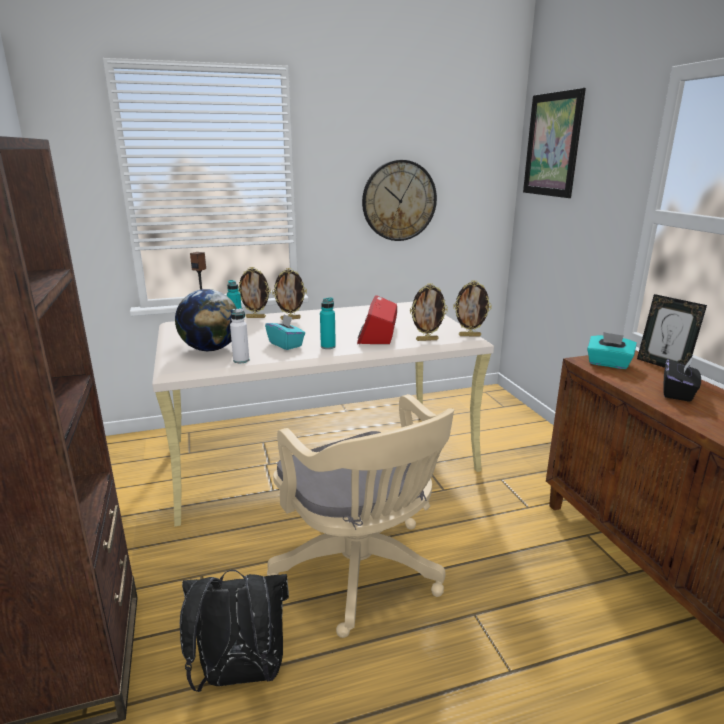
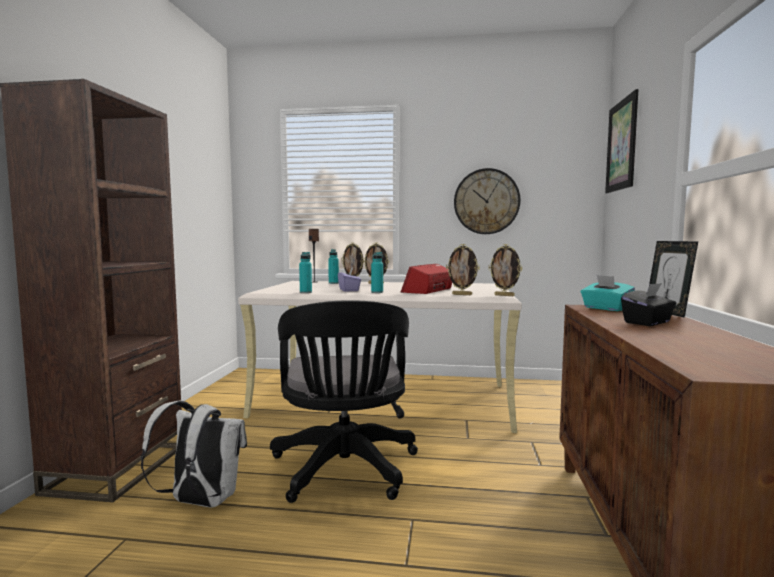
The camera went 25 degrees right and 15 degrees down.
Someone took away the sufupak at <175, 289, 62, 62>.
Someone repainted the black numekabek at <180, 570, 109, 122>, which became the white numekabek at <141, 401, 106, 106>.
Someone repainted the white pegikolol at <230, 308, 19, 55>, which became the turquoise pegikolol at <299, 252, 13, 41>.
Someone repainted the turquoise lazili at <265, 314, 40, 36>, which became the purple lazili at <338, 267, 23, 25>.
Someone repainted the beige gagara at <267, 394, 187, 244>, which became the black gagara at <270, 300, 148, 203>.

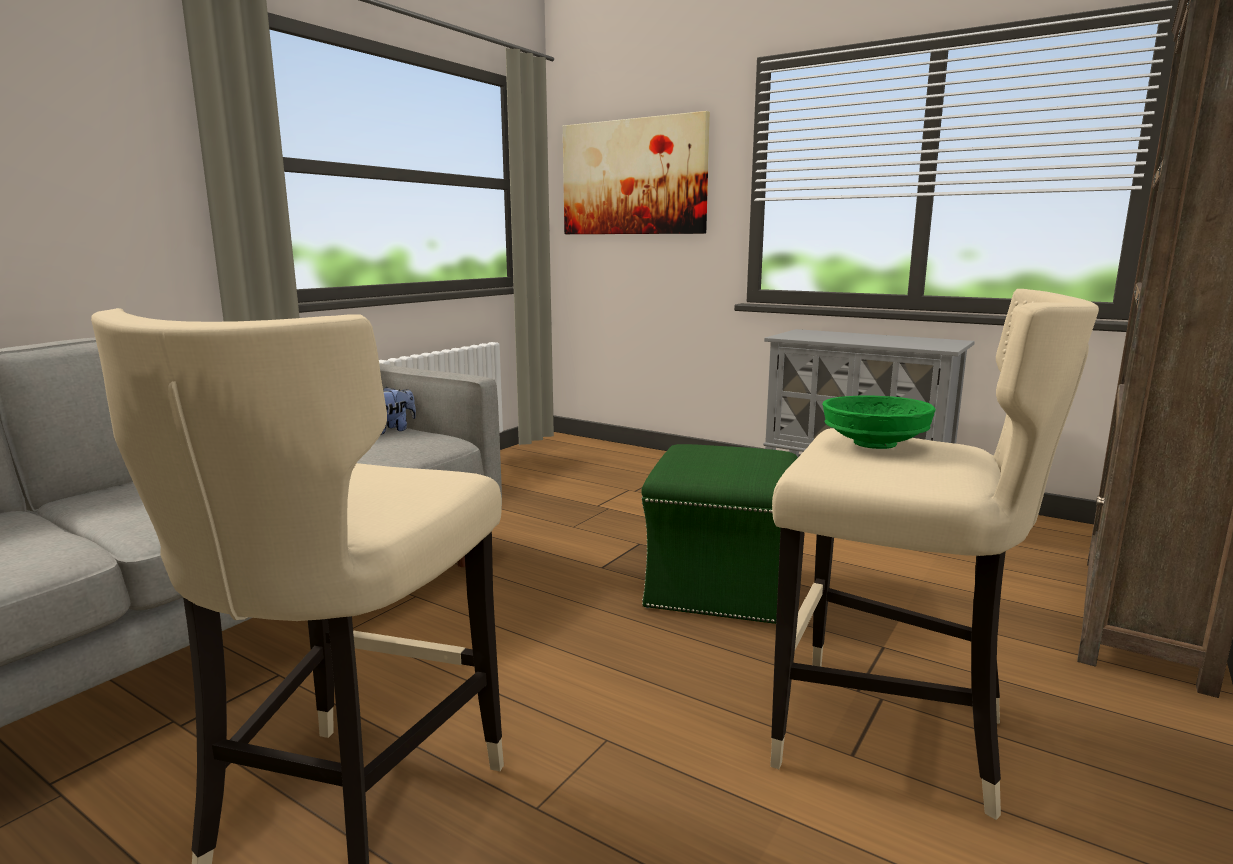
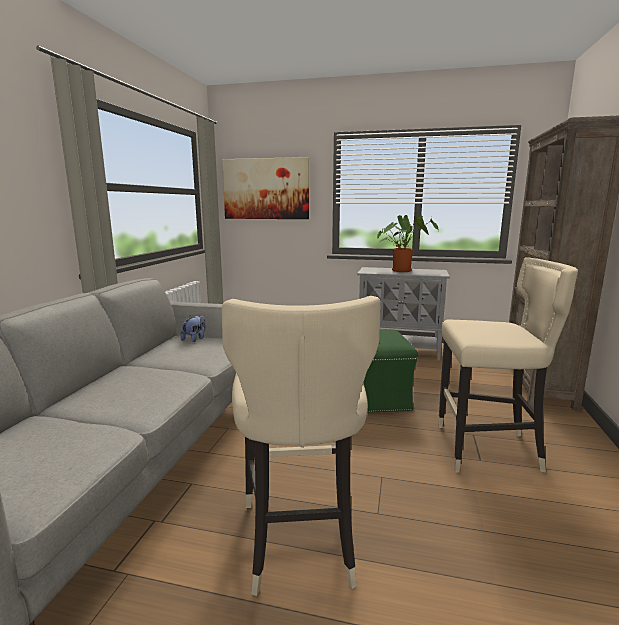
The camera went 20 degrees left and 0 degrees up.
Someone took away the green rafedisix at <822, 395, 114, 54>.
Someone put down the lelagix at <377, 215, 61, 57>.

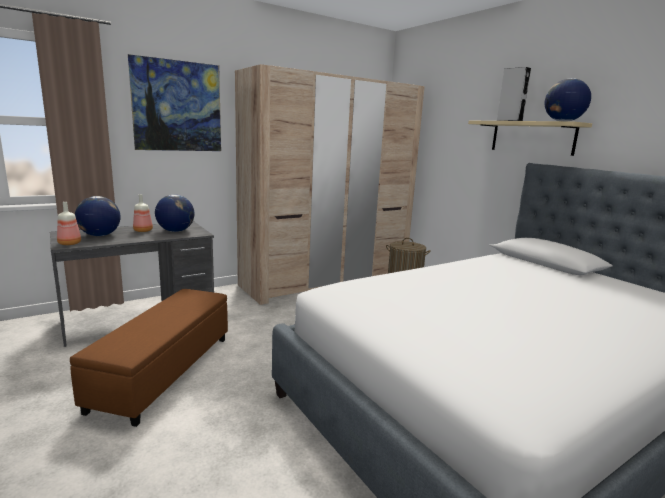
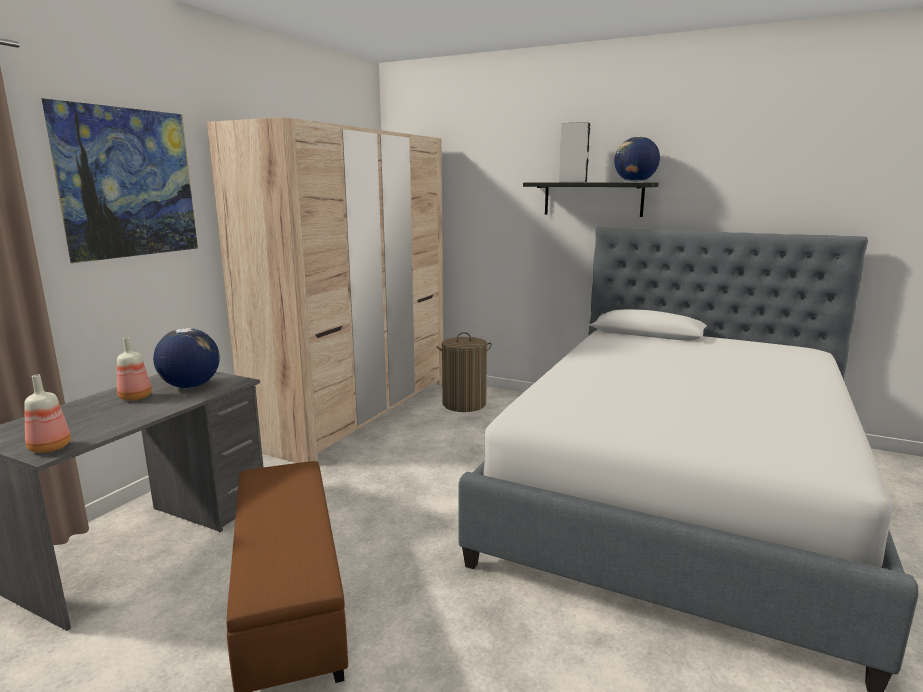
The camera went 30 degrees left and 0 degrees up.
Someone took away the sufupak at <75, 196, 46, 40>.
Someone repainted the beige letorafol at <468, 121, 124, 35>, which became the black letorafol at <523, 182, 136, 35>.

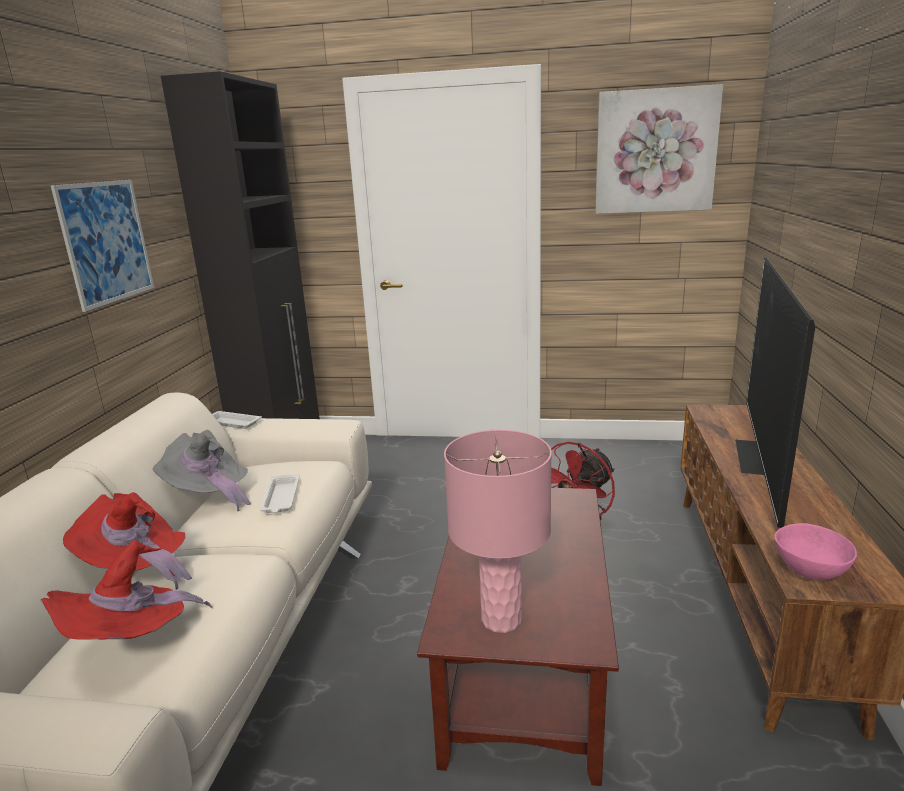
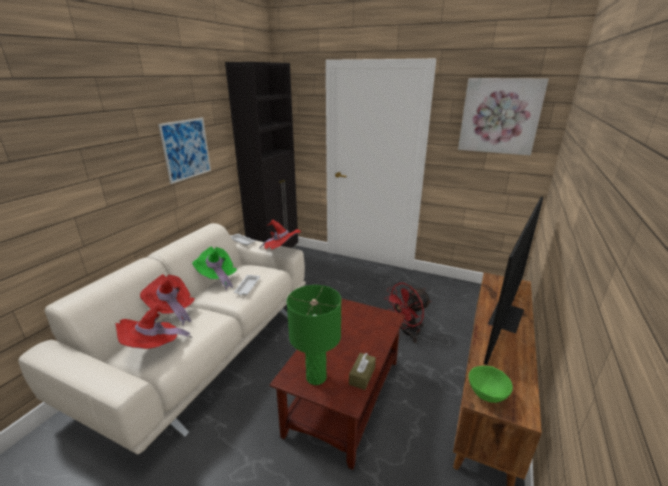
The camera went 15 degrees right and 5 degrees up.
Someone repainted the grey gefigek at <153, 430, 98, 81>, which became the green gefigek at <192, 246, 45, 44>.
Someone repainted the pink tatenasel at <444, 430, 108, 203>, which became the green tatenasel at <287, 285, 54, 100>.
Someone repainted the pink rafedisix at <775, 523, 82, 57>, which became the green rafedisix at <469, 366, 44, 37>.
Someone put down the red gefigek at <259, 220, 42, 30>.
Someone put down the brown lazili at <349, 353, 27, 37>.

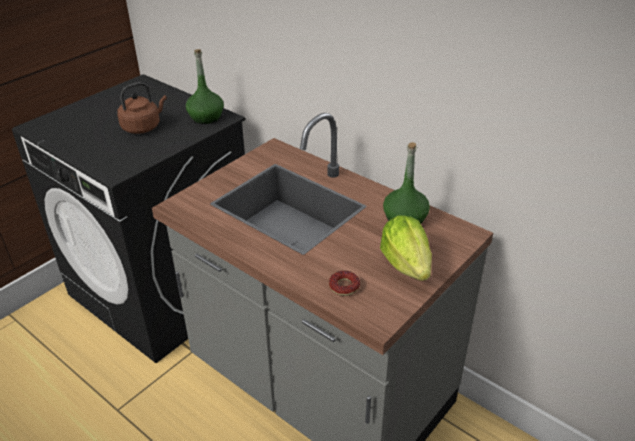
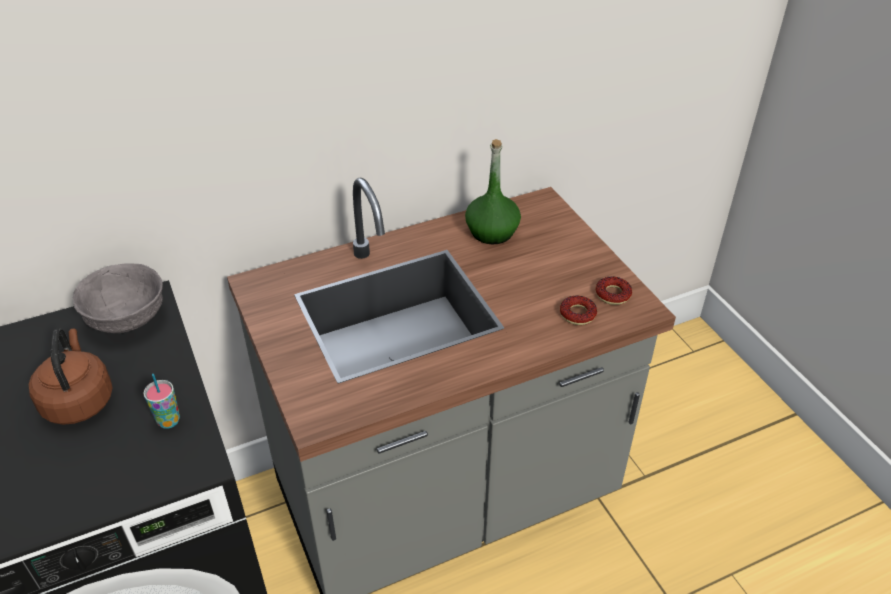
The camera went 65 degrees left and 5 degrees up.
Someone swapped the green pegikolol at <186, 49, 38, 75> for the grey rafedisix at <73, 263, 90, 70>.
Someone took away the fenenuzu at <380, 215, 52, 66>.
Someone put down the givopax at <143, 374, 37, 55>.
Someone put down the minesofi at <595, 276, 37, 29>.

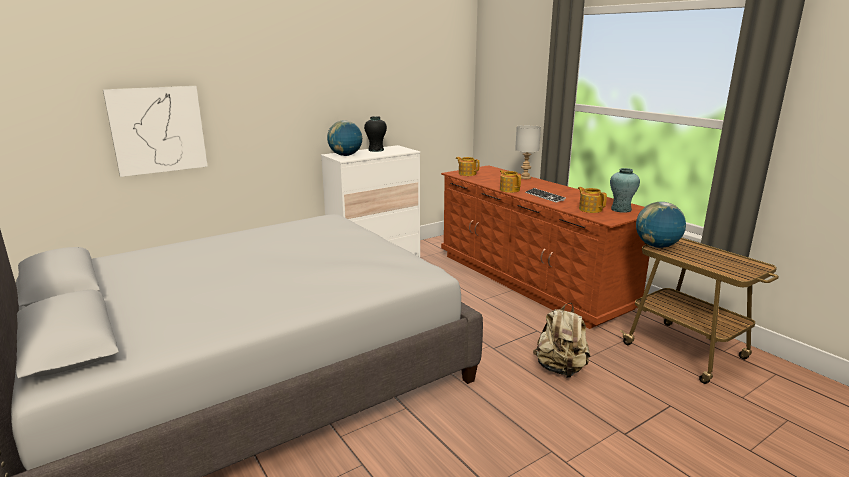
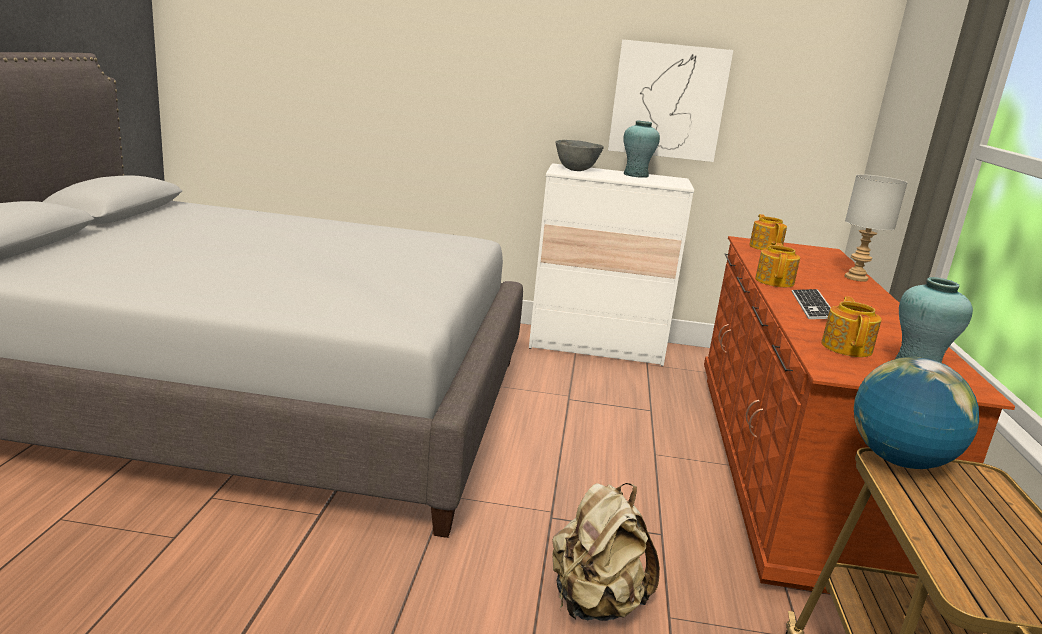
The camera went 40 degrees right and 0 degrees up.
Someone carried the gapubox from <103, 86, 105, 91> to <608, 39, 126, 123>.
Someone swapped the sufupak at <327, 120, 35, 36> for the grey rafedisix at <556, 140, 48, 31>.
Someone repainted the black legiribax at <364, 116, 23, 36>, which became the turquoise legiribax at <623, 120, 37, 58>.

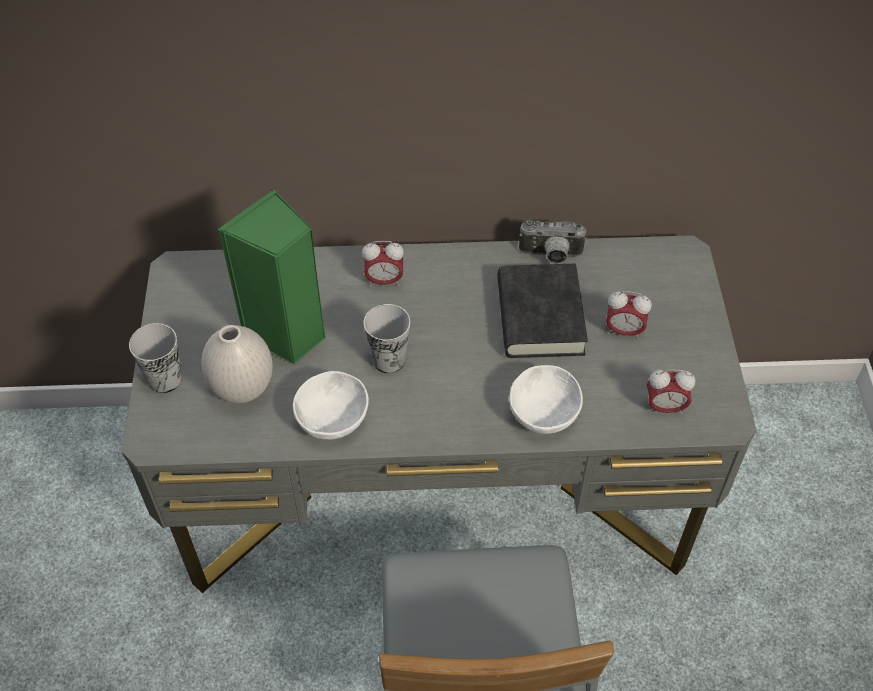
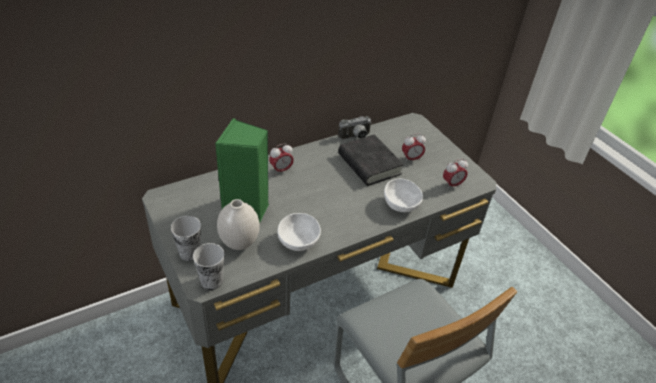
The camera went 30 degrees left and 10 degrees down.
Someone carried the givopax from <364, 304, 46, 69> to <193, 243, 31, 47>.

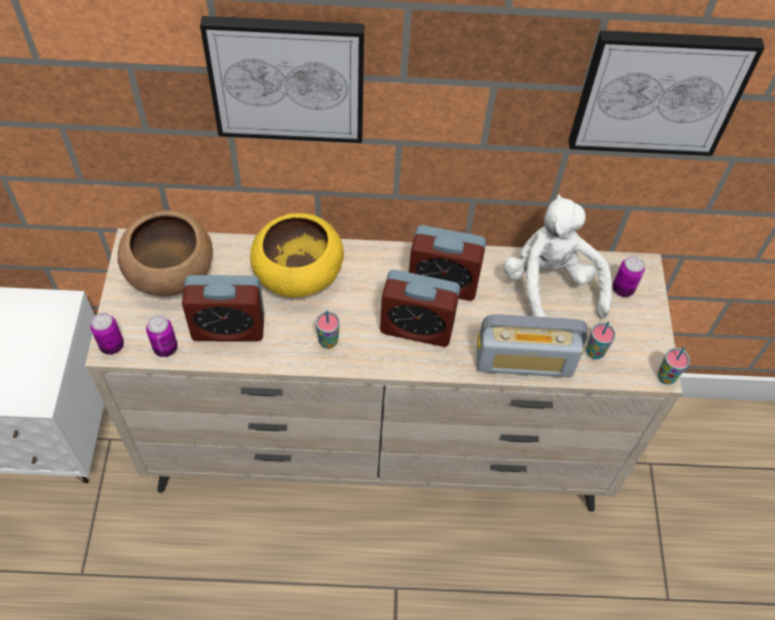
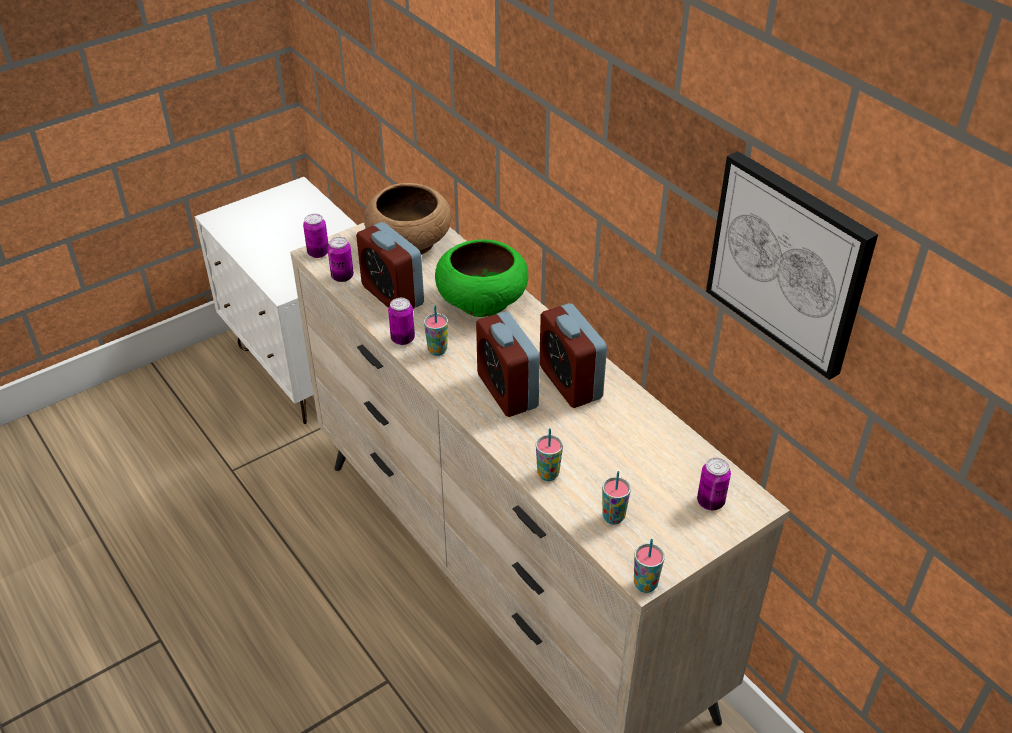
The camera went 55 degrees right and 15 degrees down.
Someone took away the gapubox at <200, 16, 164, 127>.
Someone repainted the yellow rafedisix at <250, 213, 94, 85>, which became the green rafedisix at <435, 239, 93, 78>.
Someone swapped the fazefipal at <477, 314, 111, 63> for the givopax at <536, 428, 27, 53>.
Someone took away the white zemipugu at <503, 195, 109, 124>.
Someone put down the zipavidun at <388, 298, 27, 47>.

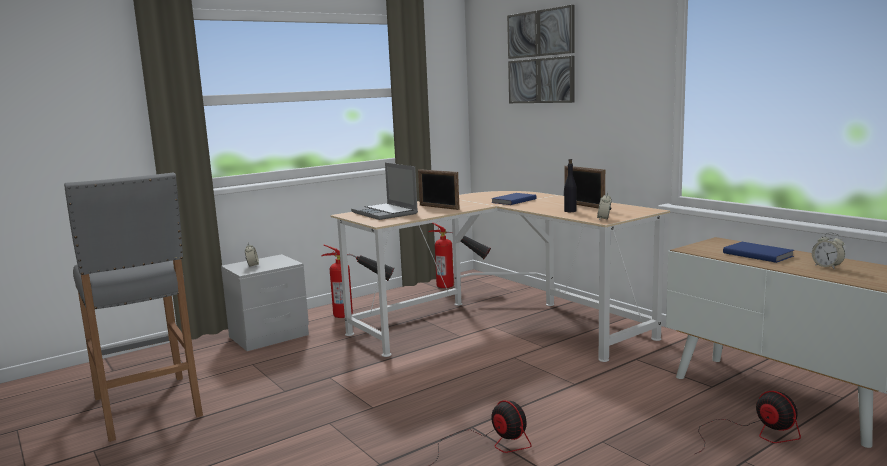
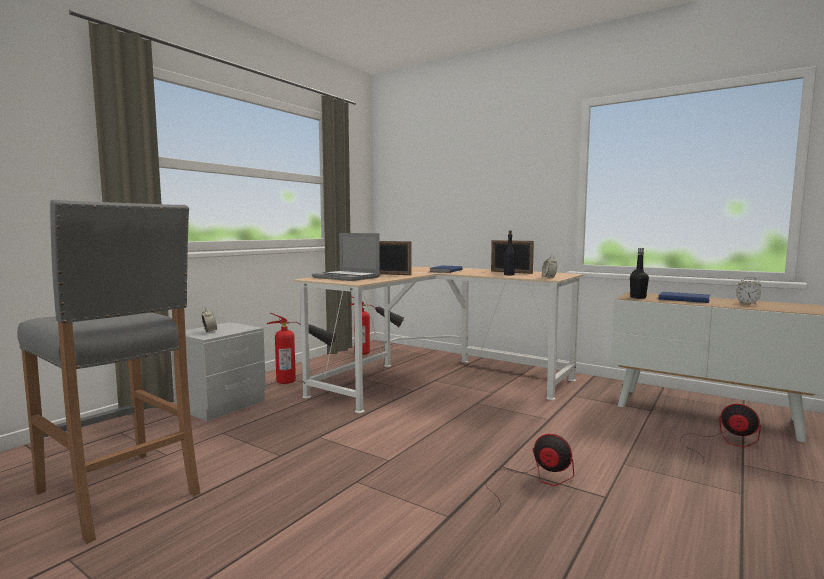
The camera went 20 degrees left and 5 degrees down.
Someone took away the gapubox at <507, 5, 67, 98>.
Someone put down the black pegikolol at <630, 248, 19, 51>.

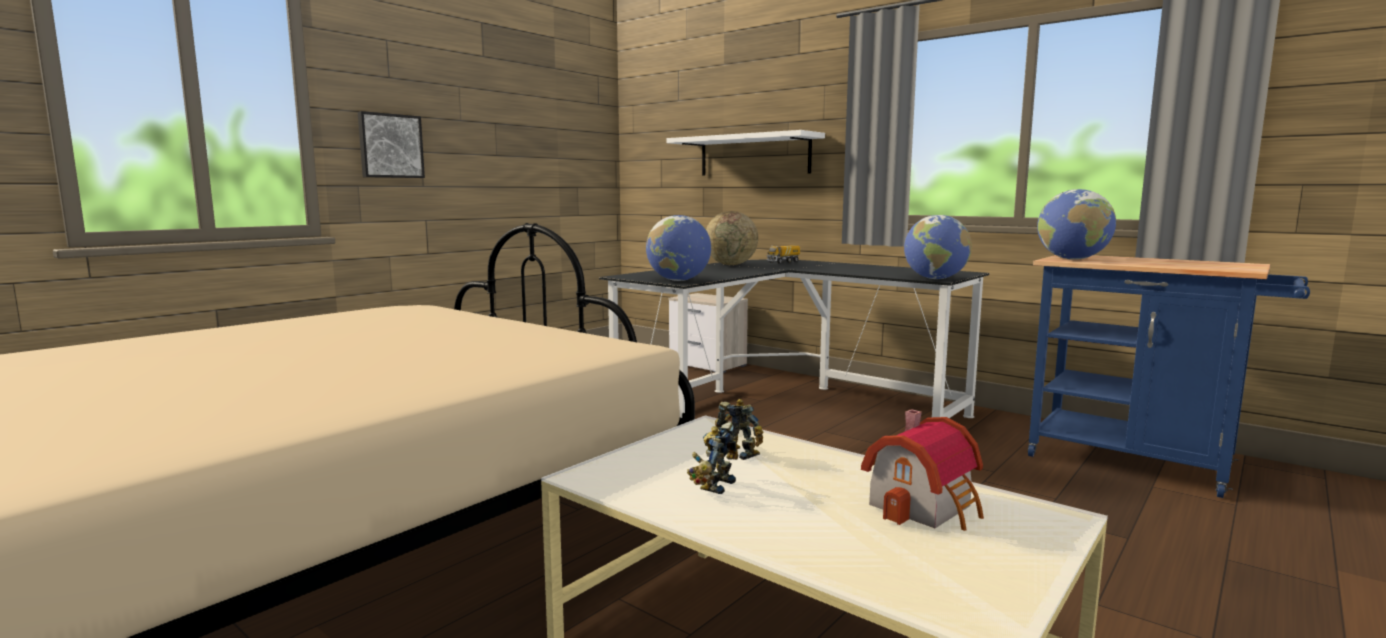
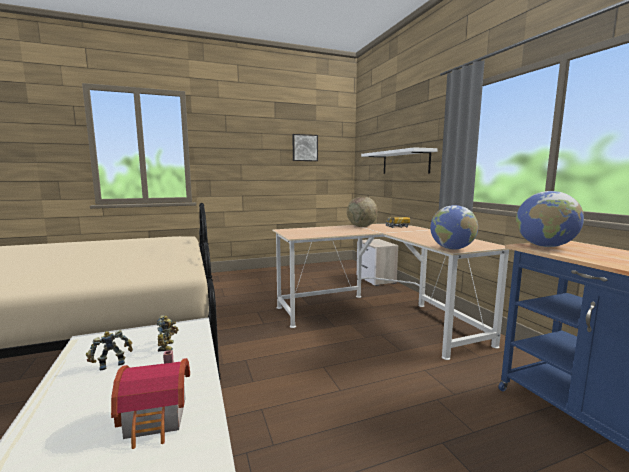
The camera went 30 degrees right and 0 degrees up.
Someone carried the gapubox from <358, 111, 67, 67> to <293, 134, 25, 27>.
Someone repainted the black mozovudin at <599, 260, 390, 158>, which became the beige mozovudin at <272, 224, 238, 136>.
Someone took away the sufupak at <646, 215, 65, 66>.

